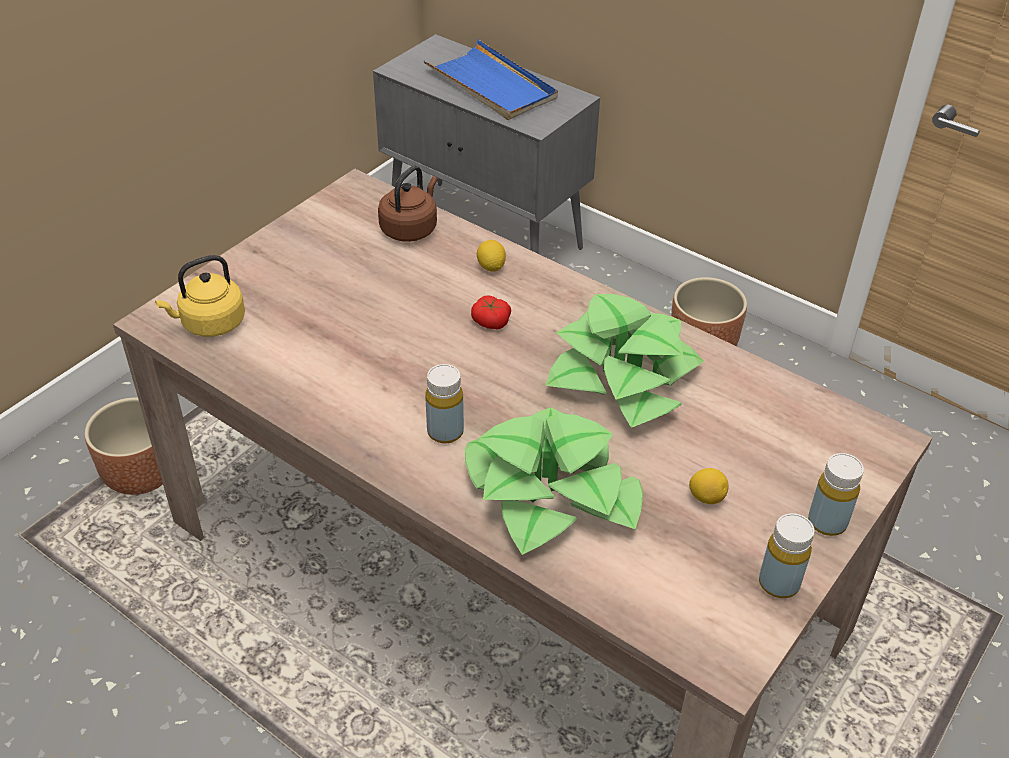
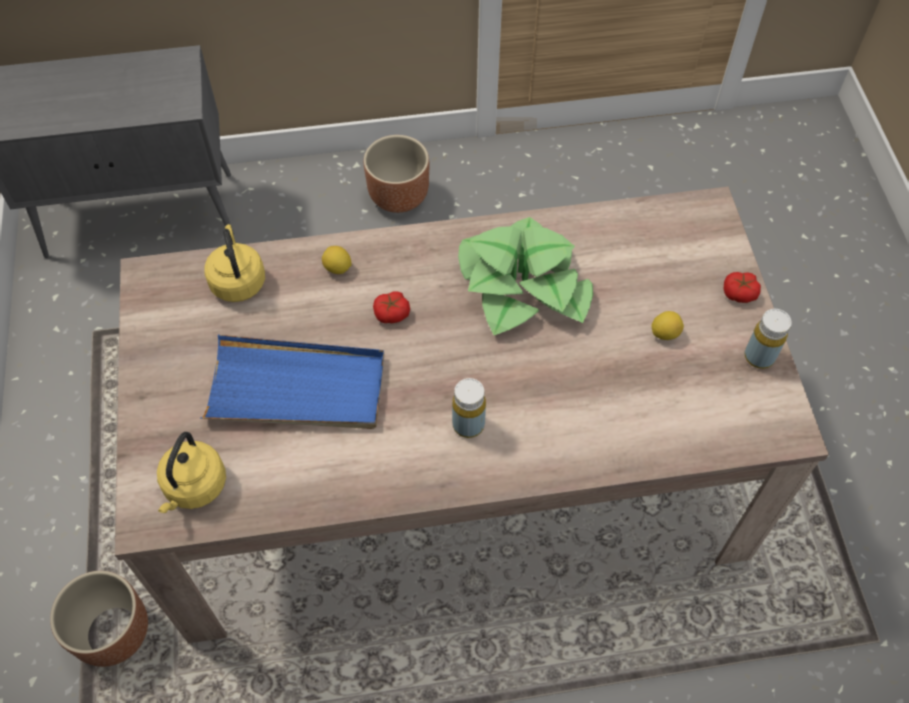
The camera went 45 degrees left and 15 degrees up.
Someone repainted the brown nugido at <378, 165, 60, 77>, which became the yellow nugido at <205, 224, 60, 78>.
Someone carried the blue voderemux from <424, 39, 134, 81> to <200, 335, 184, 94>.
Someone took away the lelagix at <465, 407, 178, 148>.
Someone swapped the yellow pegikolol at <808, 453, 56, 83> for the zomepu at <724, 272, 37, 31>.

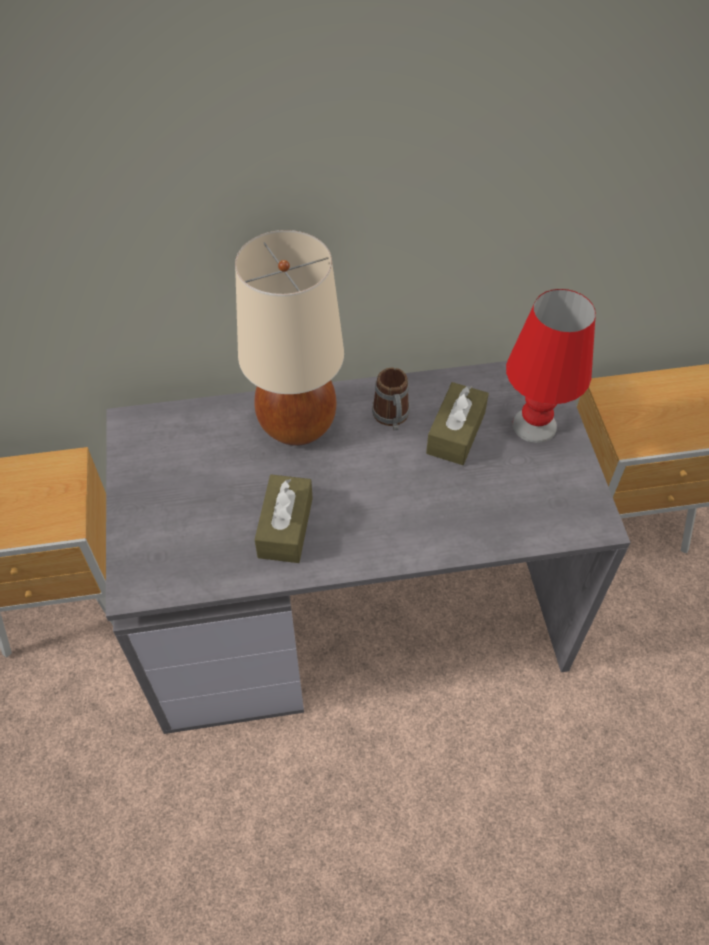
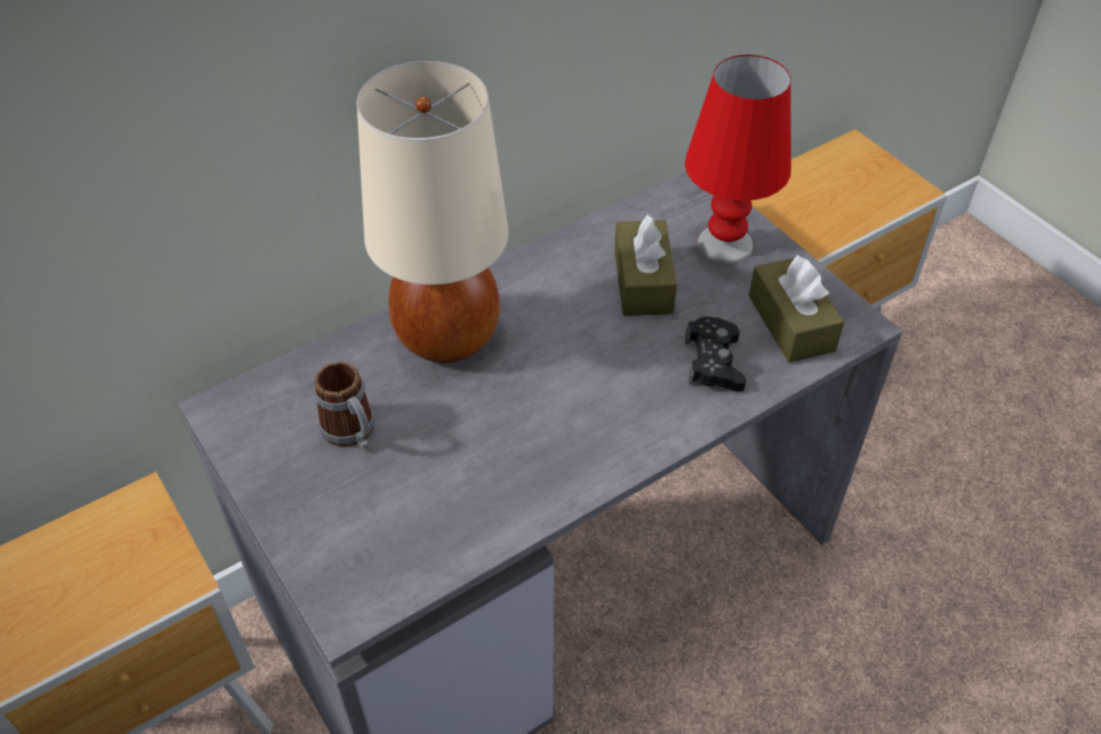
The camera went 25 degrees left and 5 degrees down.
Someone carried the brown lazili from <255, 474, 58, 89> to <749, 255, 95, 108>.
Someone carried the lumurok from <372, 368, 38, 63> to <314, 362, 61, 88>.
Someone put down the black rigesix at <685, 317, 61, 75>.

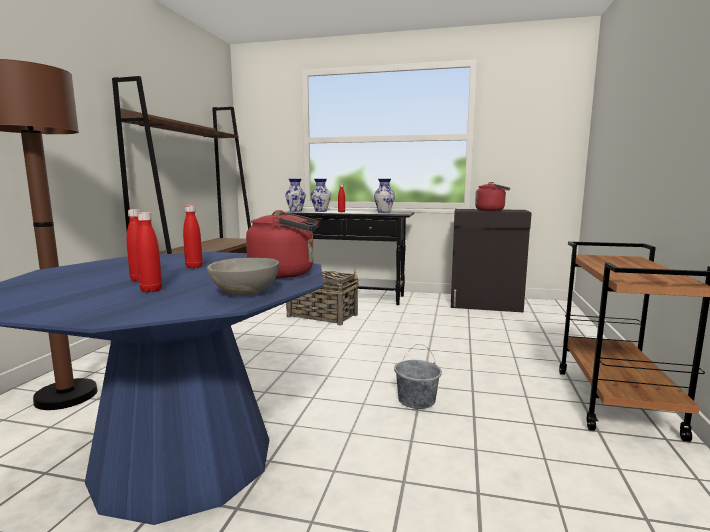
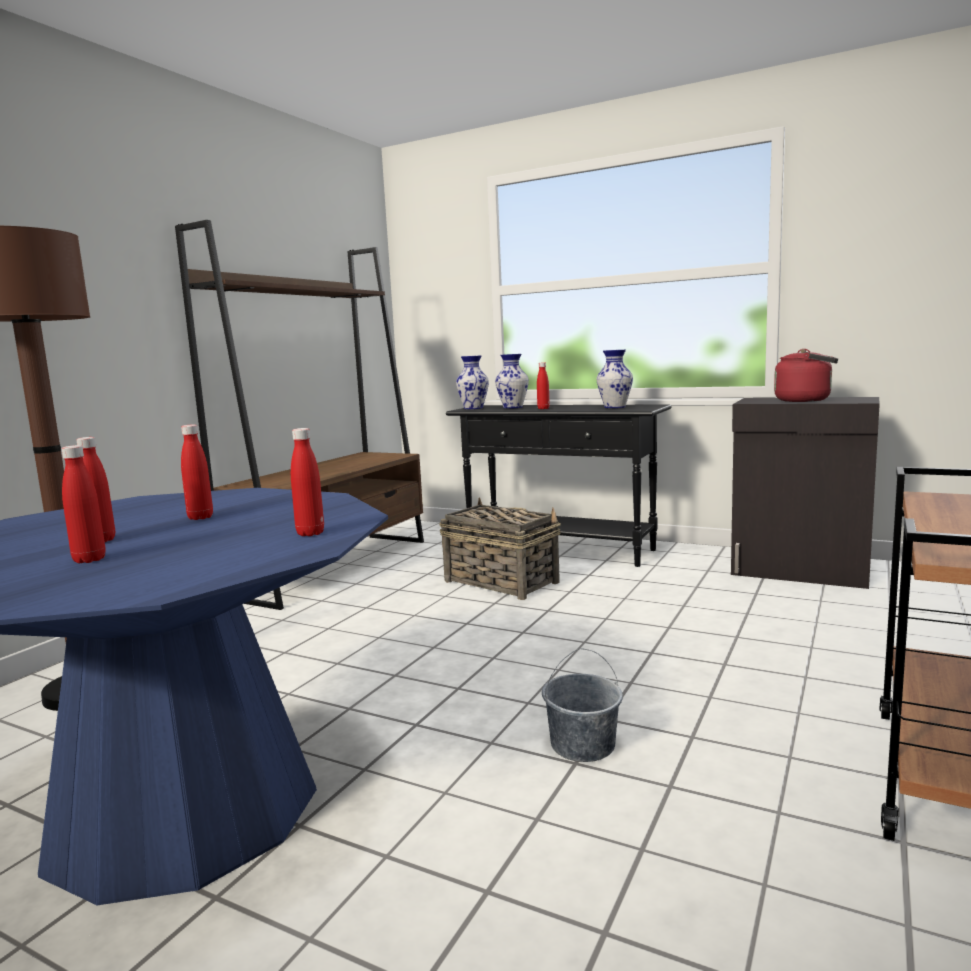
The camera went 15 degrees right and 0 degrees up.
Someone took away the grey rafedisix at <207, 258, 72, 38>.
Someone swapped the red nugido at <246, 210, 73, 68> for the red pegikolol at <291, 428, 33, 108>.

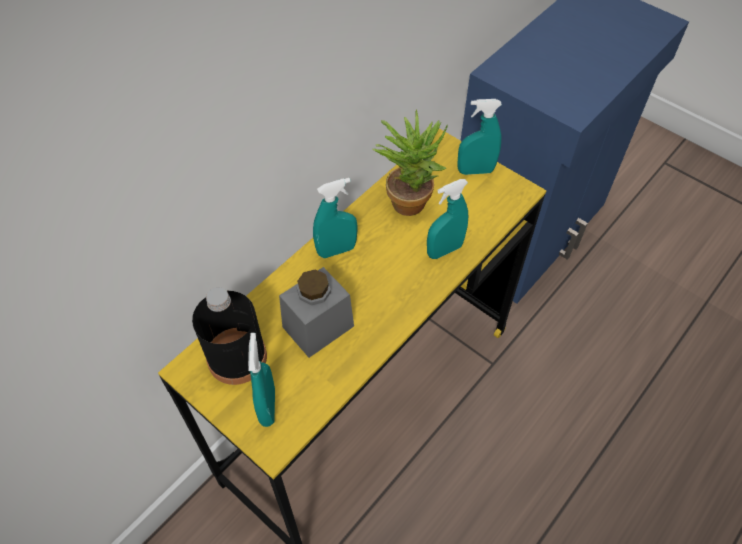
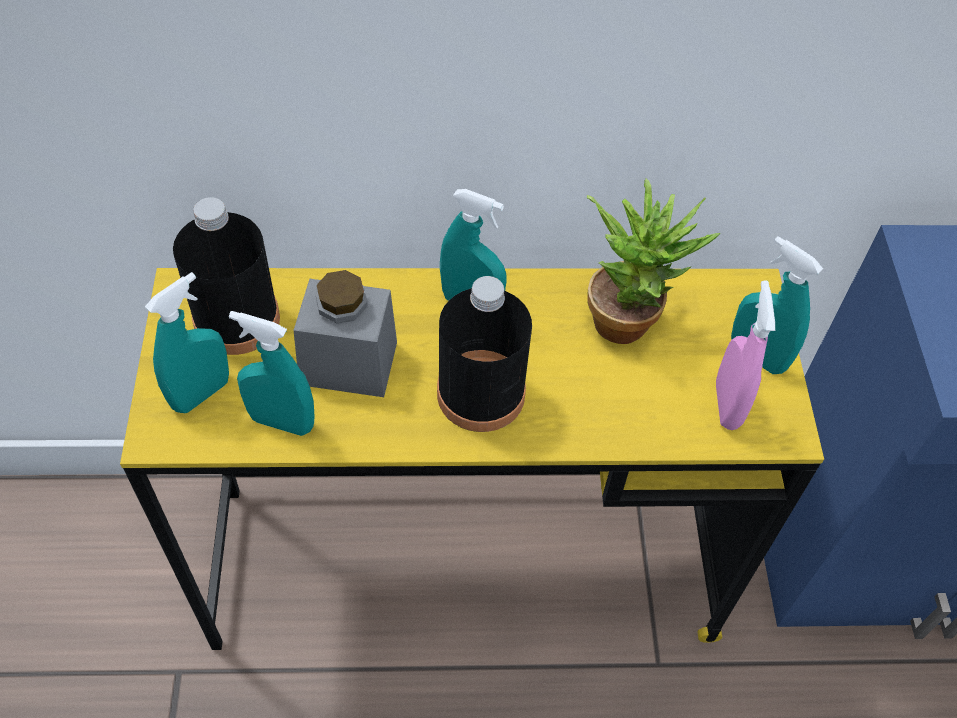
The camera went 45 degrees right and 0 degrees up.
Someone carried the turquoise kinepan from <427, 179, 41, 80> to <229, 311, 86, 125>.
Someone put down the black pegikolol at <437, 276, 95, 156>.
Someone put down the pink kinepan at <716, 280, 59, 150>.

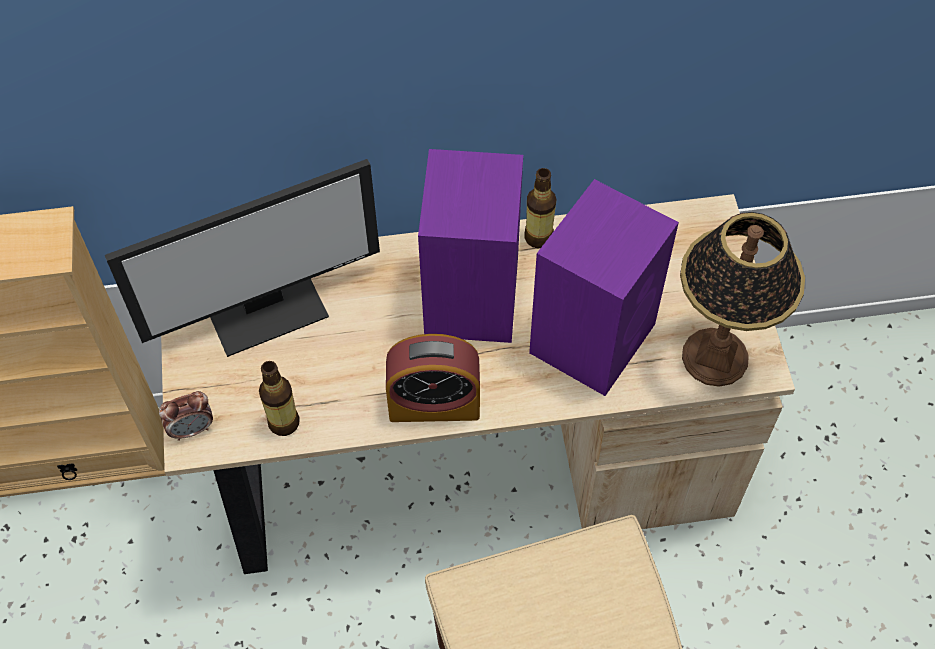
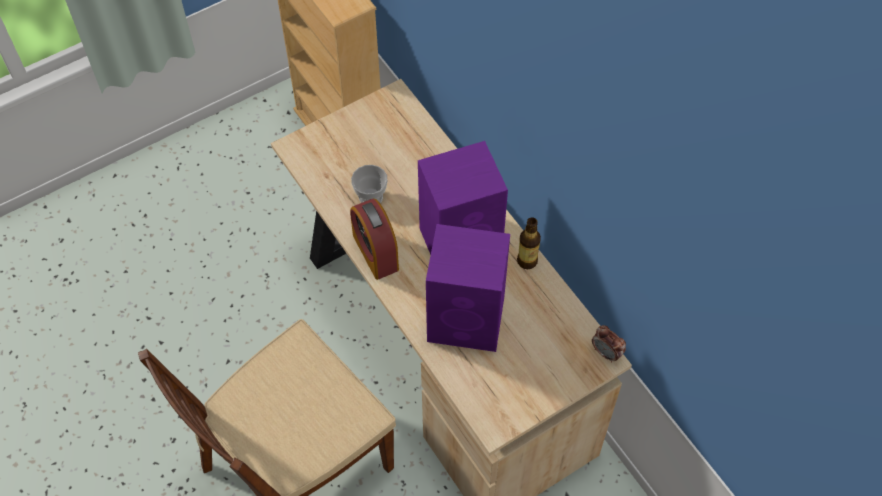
The camera went 65 degrees right and 0 degrees up.
Someone took away the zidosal at <105, 159, 275, 198>.
Someone carried the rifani from <159, 391, 54, 50> to <592, 325, 34, 37>.
Someone took away the pegikolol at <259, 361, 40, 75>.
Someone took away the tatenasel at <680, 212, 125, 175>.
Someone put down the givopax at <351, 165, 37, 38>.

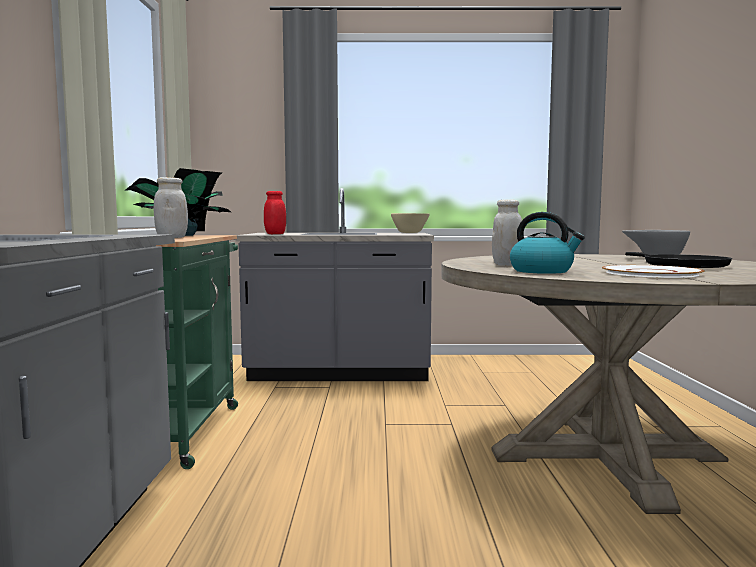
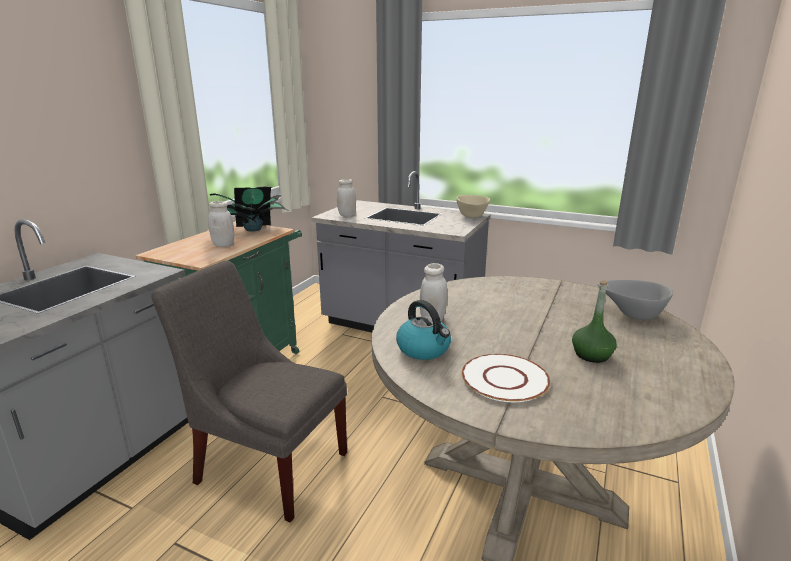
The camera went 25 degrees right and 15 degrees up.
Someone repainted the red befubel at <264, 191, 22, 43>, which became the white befubel at <337, 179, 19, 37>.
Someone swapped the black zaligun at <625, 252, 107, 16> for the green pegikolol at <572, 281, 45, 82>.
Someone put down the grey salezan at <152, 261, 195, 262>.

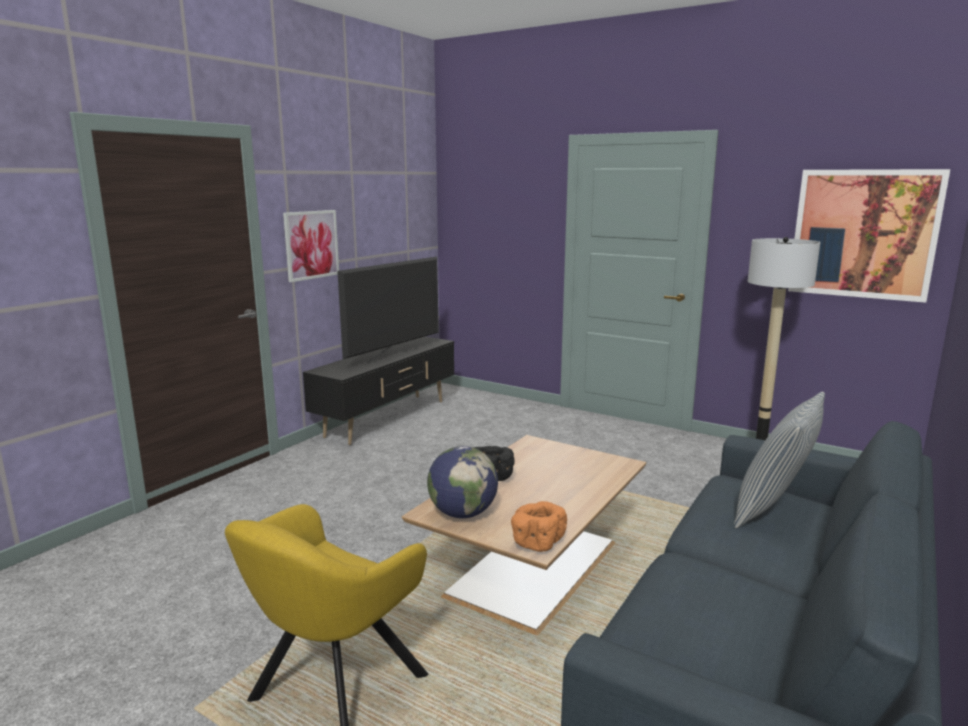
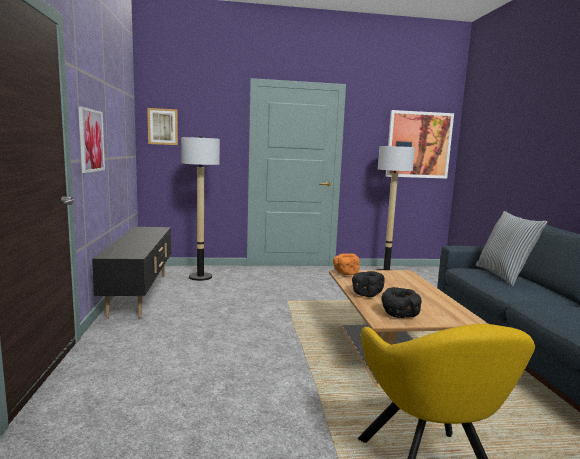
The camera went 40 degrees left and 5 degrees down.
Someone took away the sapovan at <337, 257, 102, 107>.
Someone swapped the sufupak at <427, 446, 71, 72> for the black rafedisix at <382, 287, 40, 31>.
Someone carried the orange rafedisix from <511, 501, 56, 51> to <333, 253, 27, 22>.
Someone put up the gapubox at <147, 108, 31, 37>.
Someone put down the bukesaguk at <181, 136, 39, 145>.

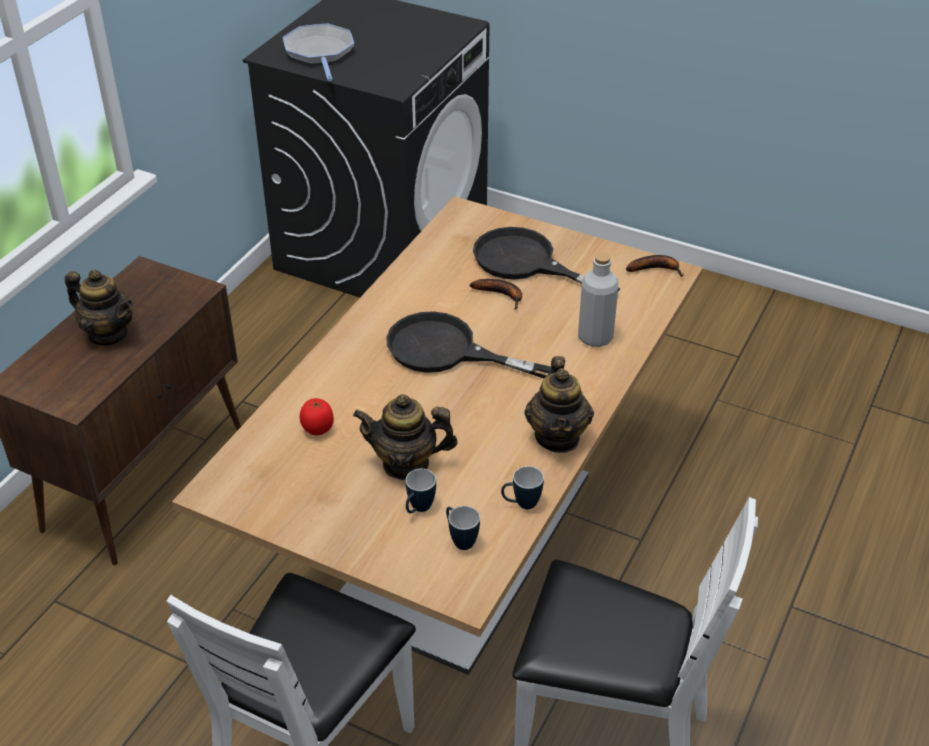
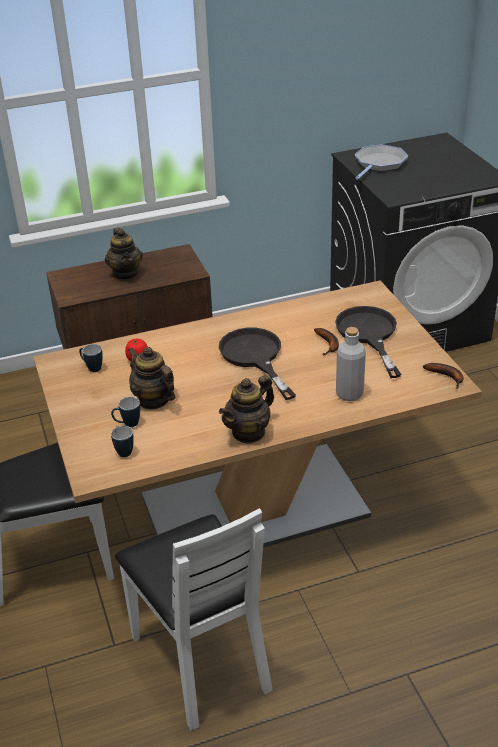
The camera went 45 degrees right and 5 degrees down.
Someone carried the lumurok from <501, 466, 43, 43> to <79, 344, 24, 28>.

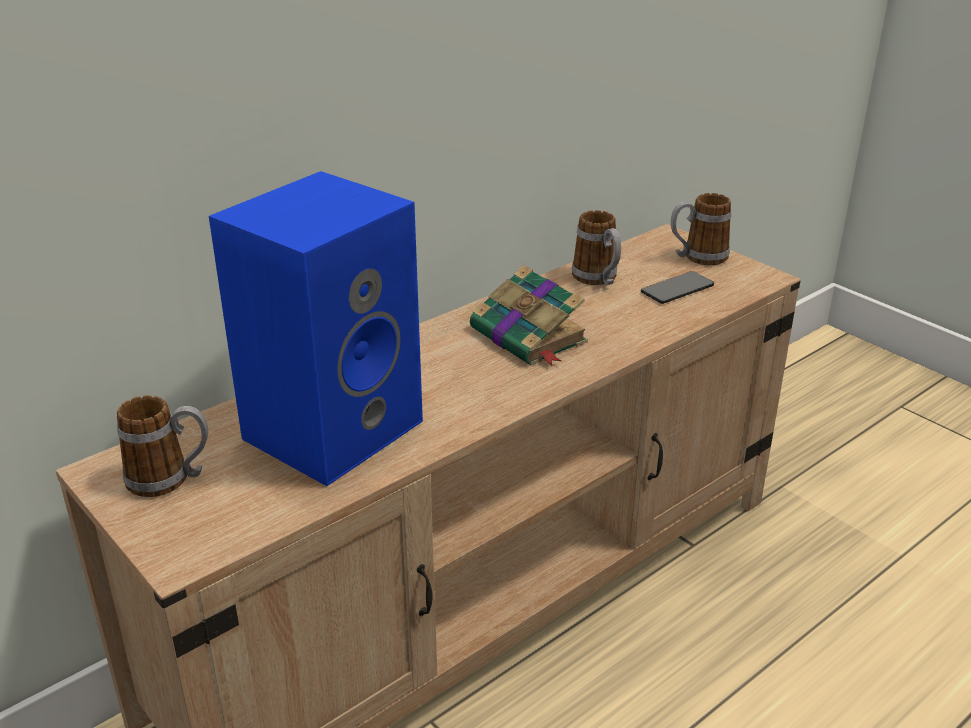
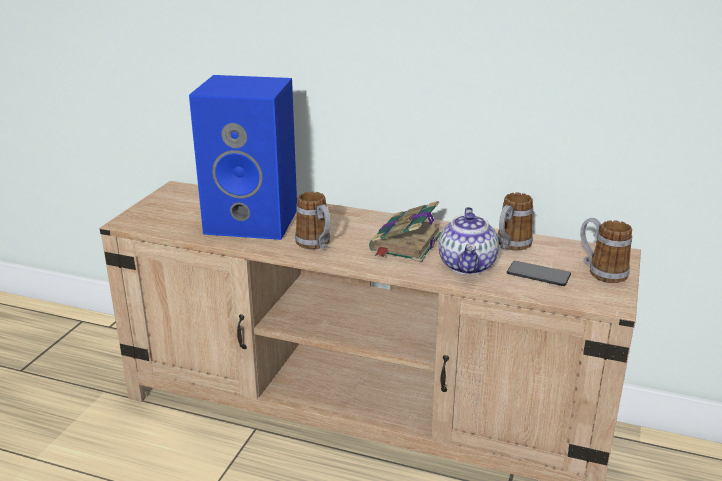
The camera went 60 degrees right and 5 degrees down.
Someone carried the lumurok from <117, 395, 91, 102> to <295, 192, 36, 57>.
Someone put down the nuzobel at <439, 207, 60, 68>.

